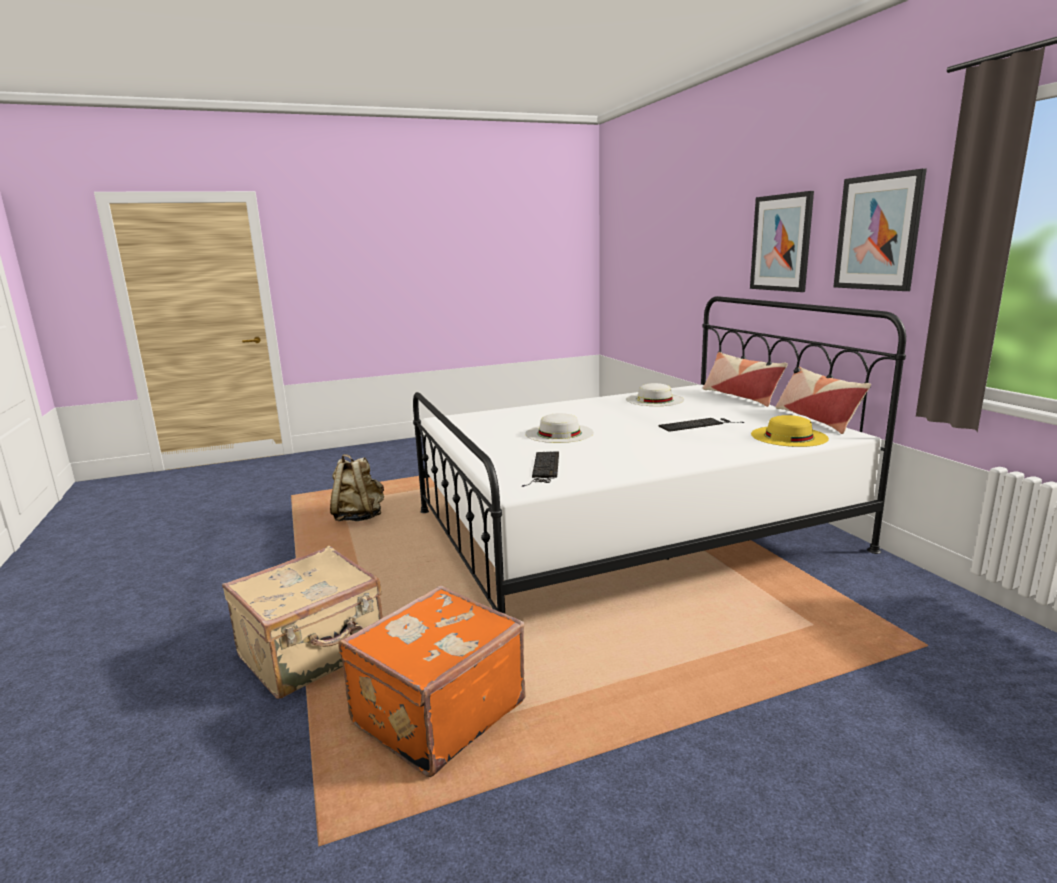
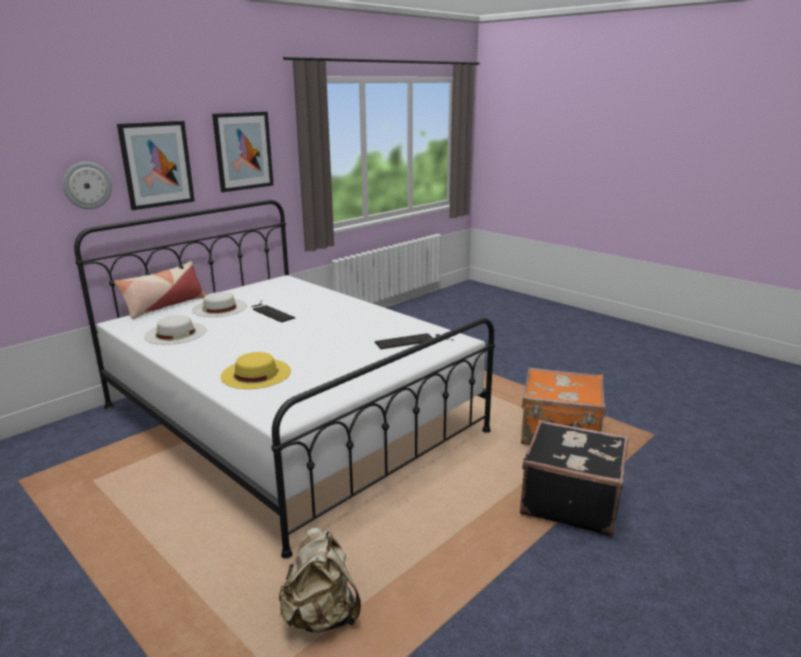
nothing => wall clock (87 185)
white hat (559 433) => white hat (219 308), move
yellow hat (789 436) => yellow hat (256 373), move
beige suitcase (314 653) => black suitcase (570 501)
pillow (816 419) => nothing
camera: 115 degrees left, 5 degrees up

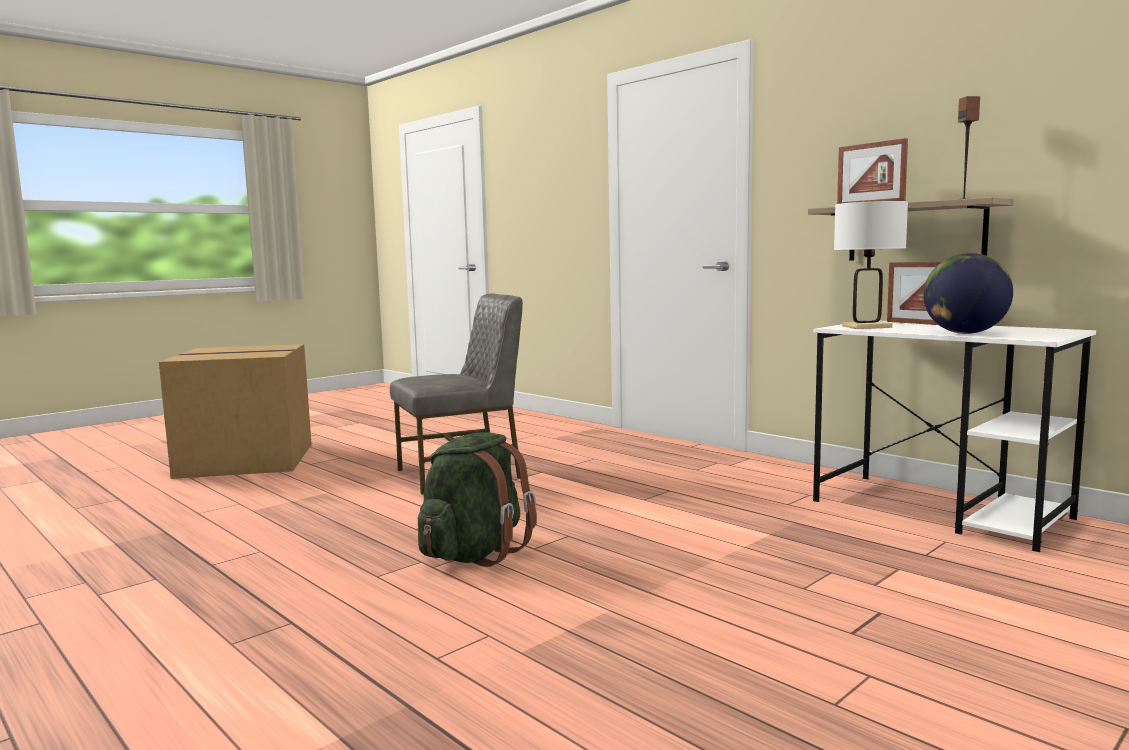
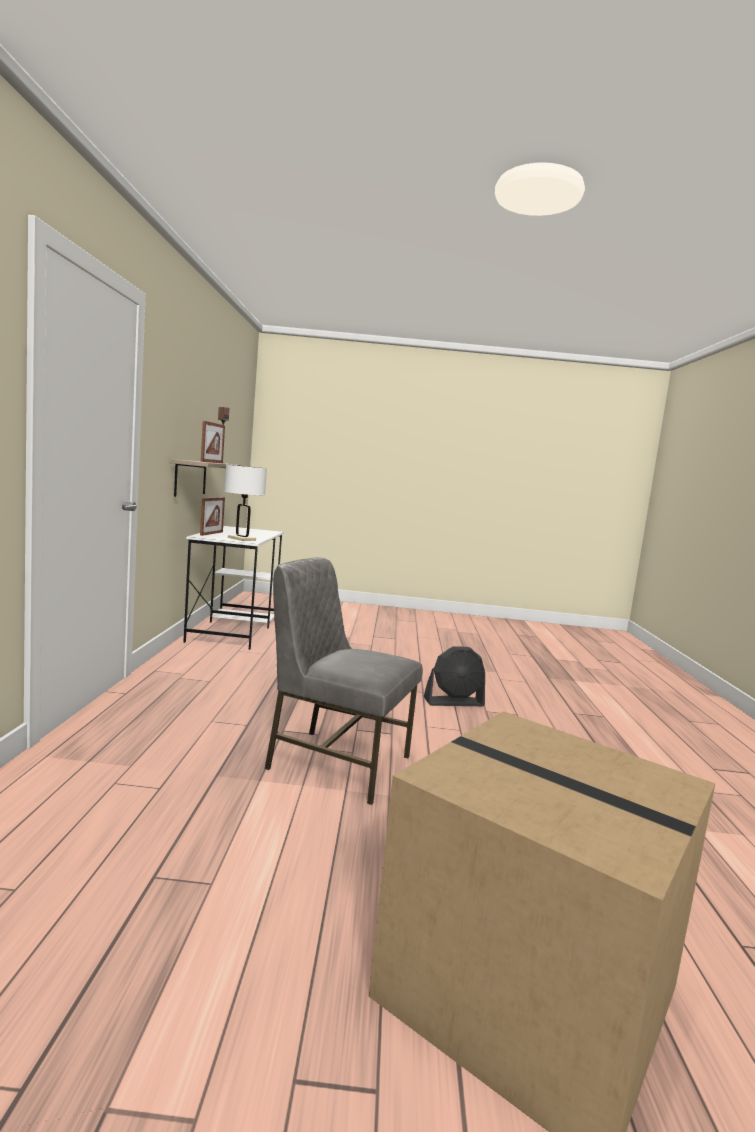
green backpack (475 553) => black fan (454 702)
globe (964 333) => nothing
camera: 135 degrees left, 0 degrees up

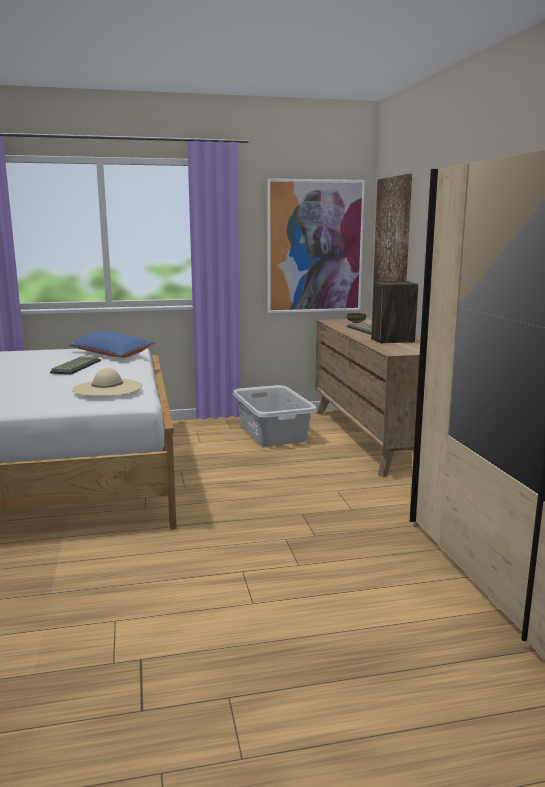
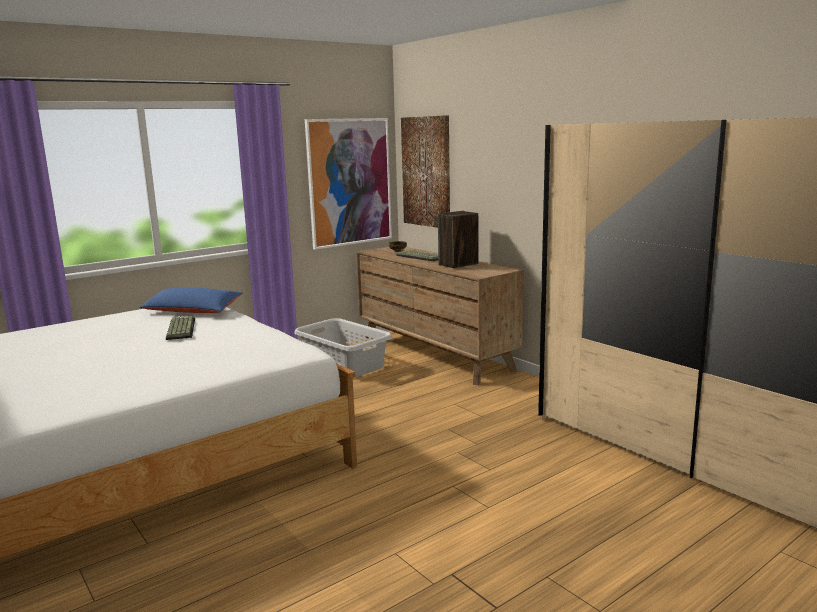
beige hat (107 388) => nothing
camera: 25 degrees left, 0 degrees up

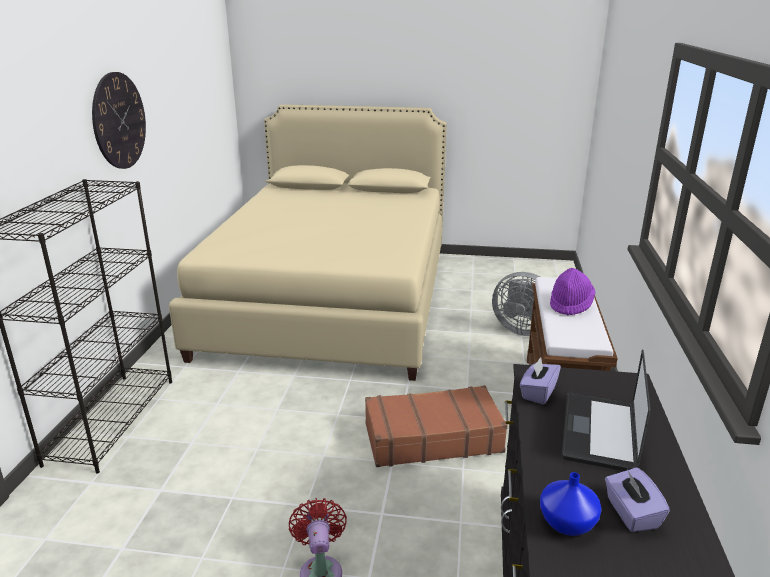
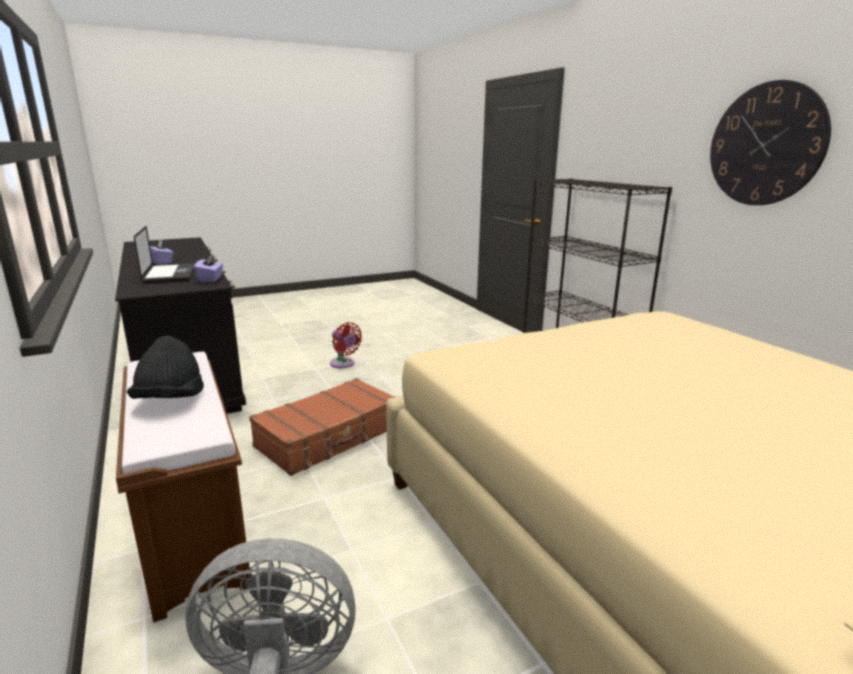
purple hat (570 305) => black hat (170 400)
blue vase (568 522) => nothing
camera: 145 degrees right, 5 degrees down

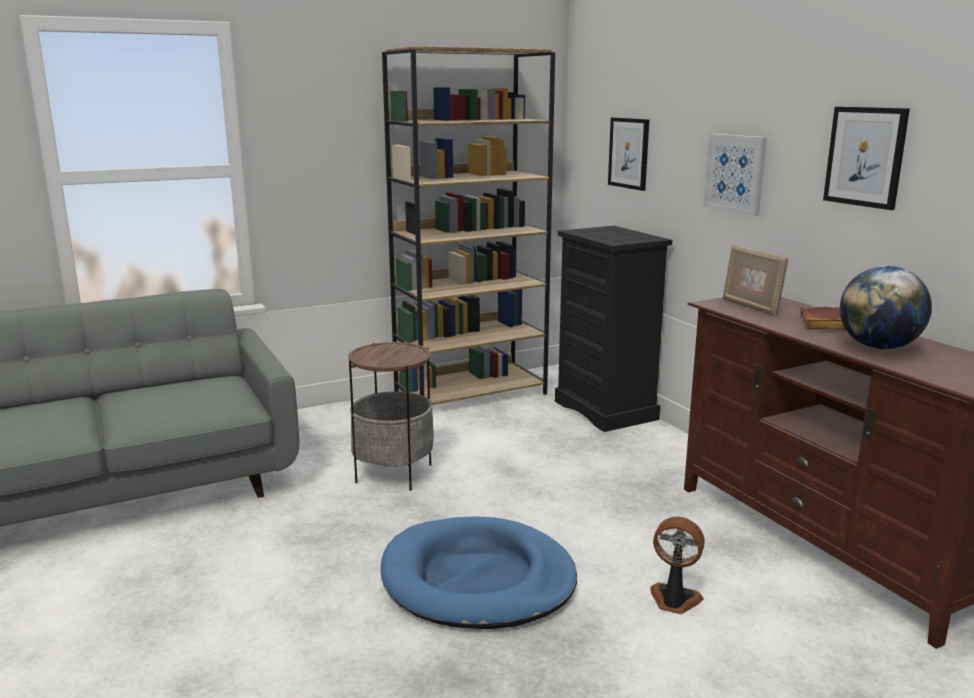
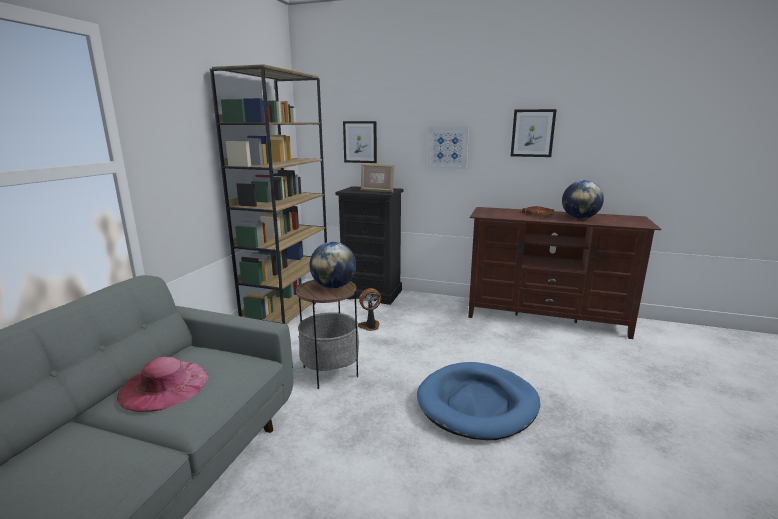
nothing => pink hat (164 385)
nothing => globe (334 286)
fan (674 600) => fan (370 326), move
picture frame (750 307) => picture frame (377 191), move
camera: 45 degrees left, 0 degrees up

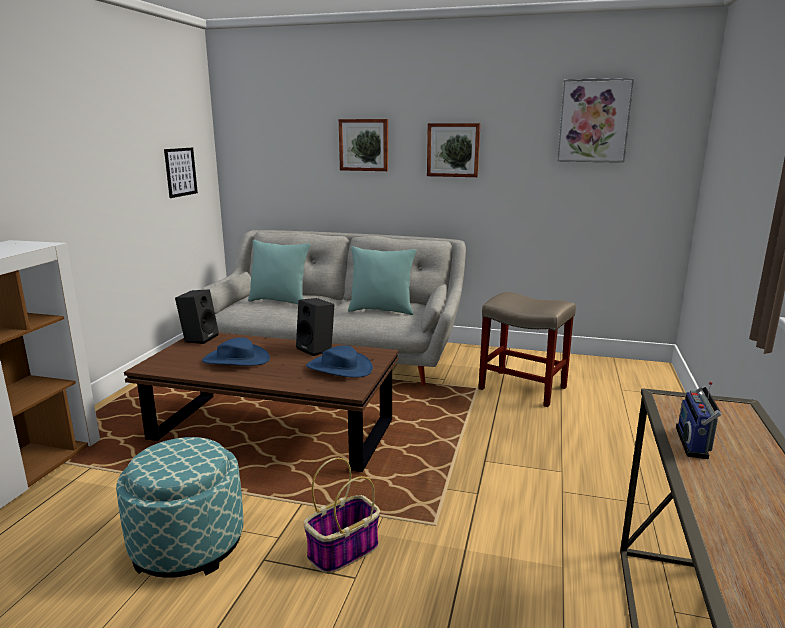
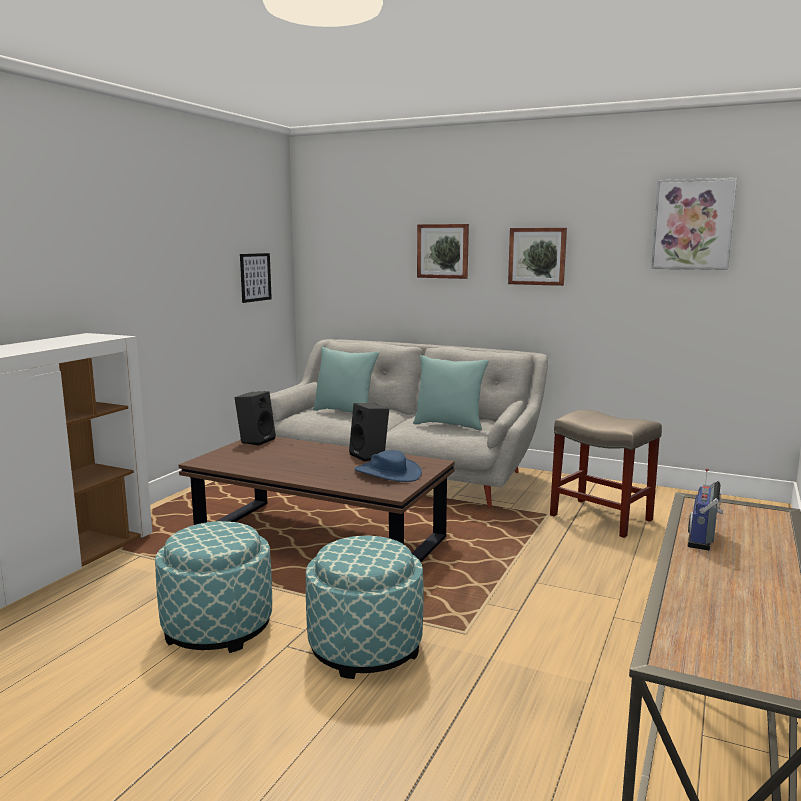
basket (343 551) => ottoman (365 647)
blue hat (236 359) => nothing
camera: 10 degrees right, 5 degrees down

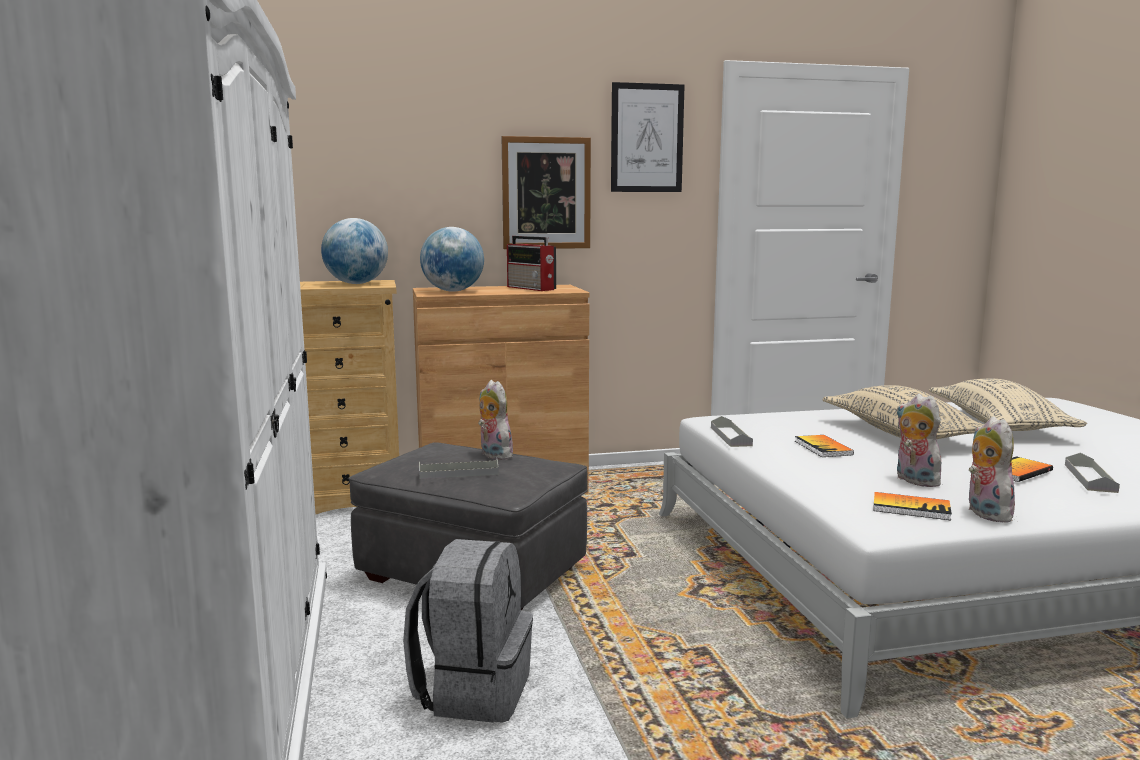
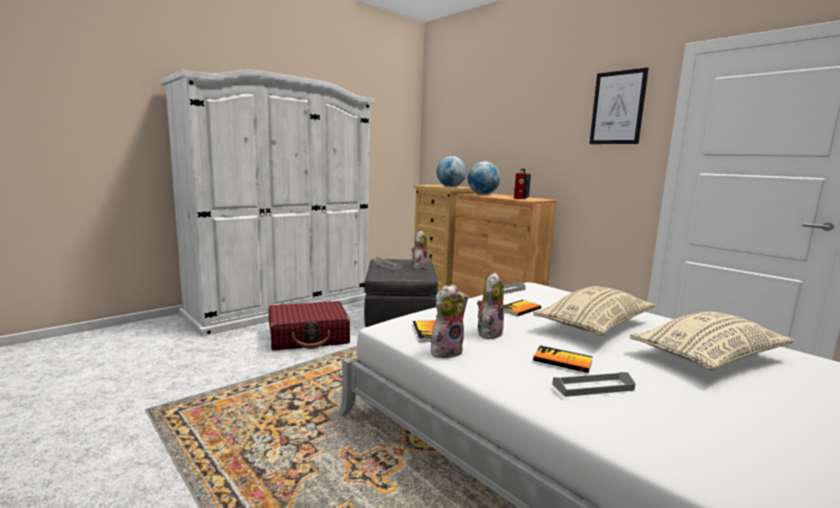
grey backpack (473 690) => red suitcase (309 336)
picture (546 193) => nothing
camera: 60 degrees right, 0 degrees up

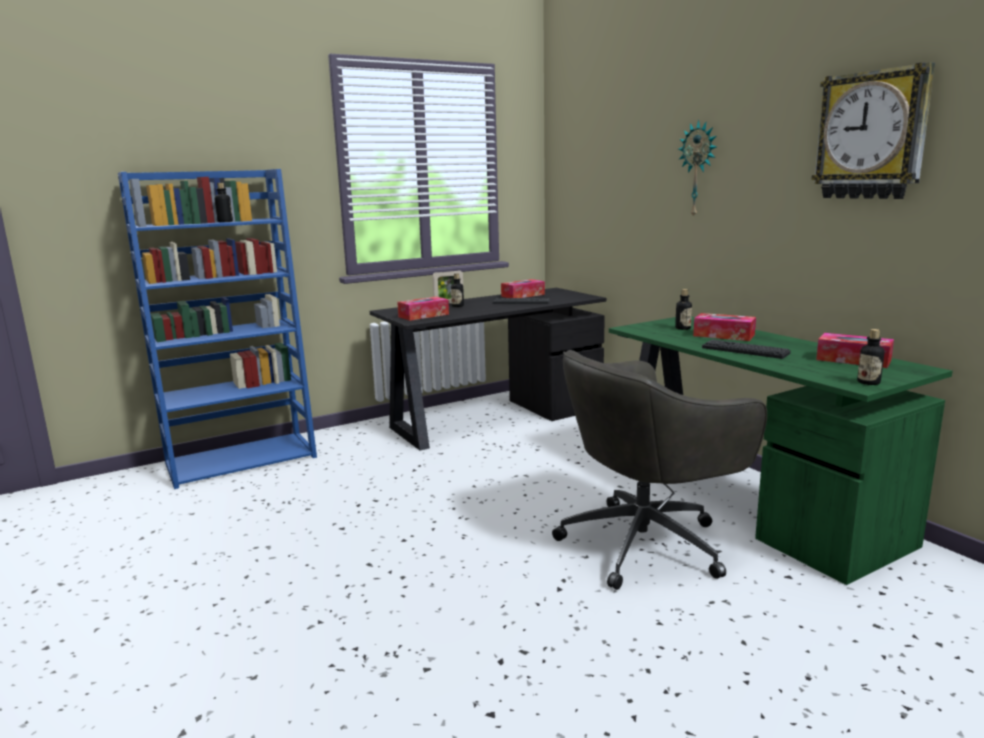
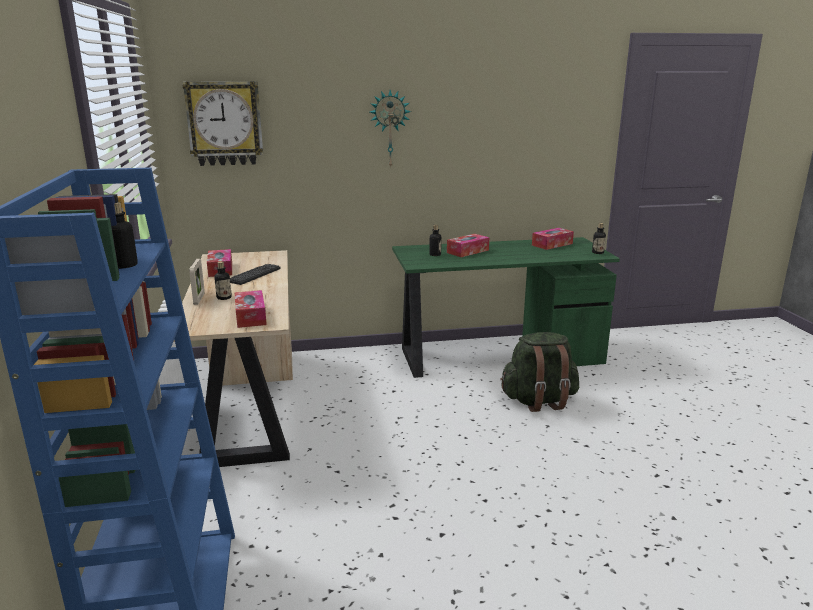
black desk (493 418) => beige desk (249 404)
wall clock (871 136) => wall clock (225 123), move
grey office chair (646 543) => green backpack (539 401)
keyboard (745 350) => nothing
camera: 70 degrees left, 5 degrees up

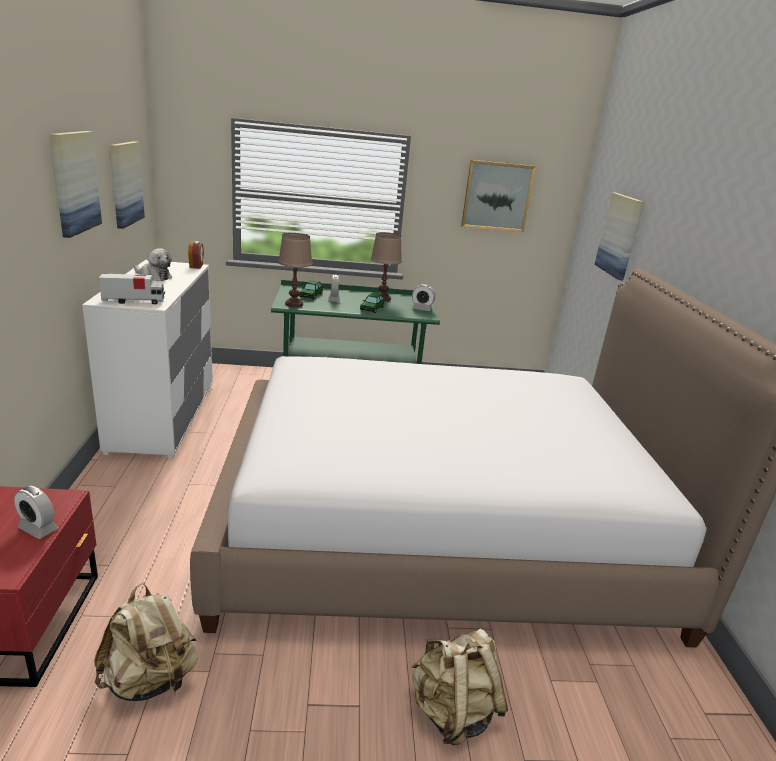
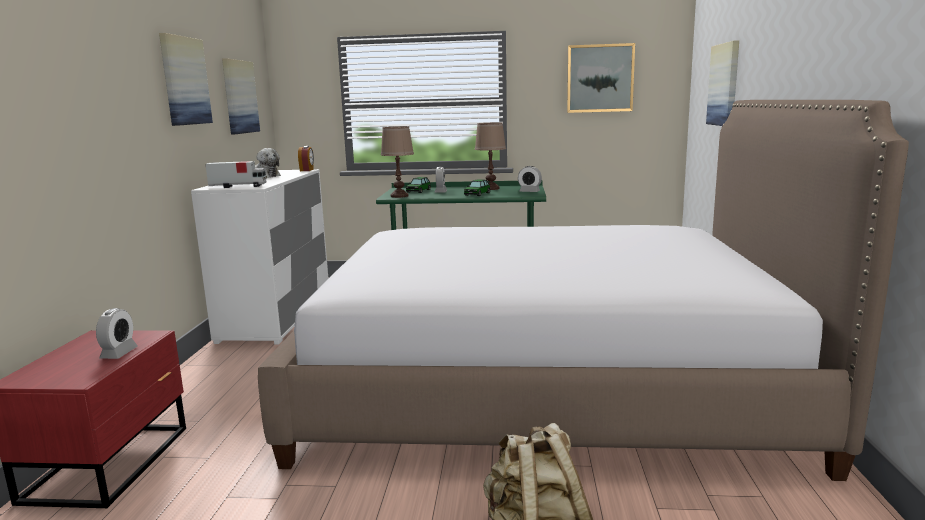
alarm clock (38 528) => alarm clock (119 353), 120 degrees counterclockwise
beige backpack (150 679) => nothing
camera: 10 degrees right, 10 degrees down

